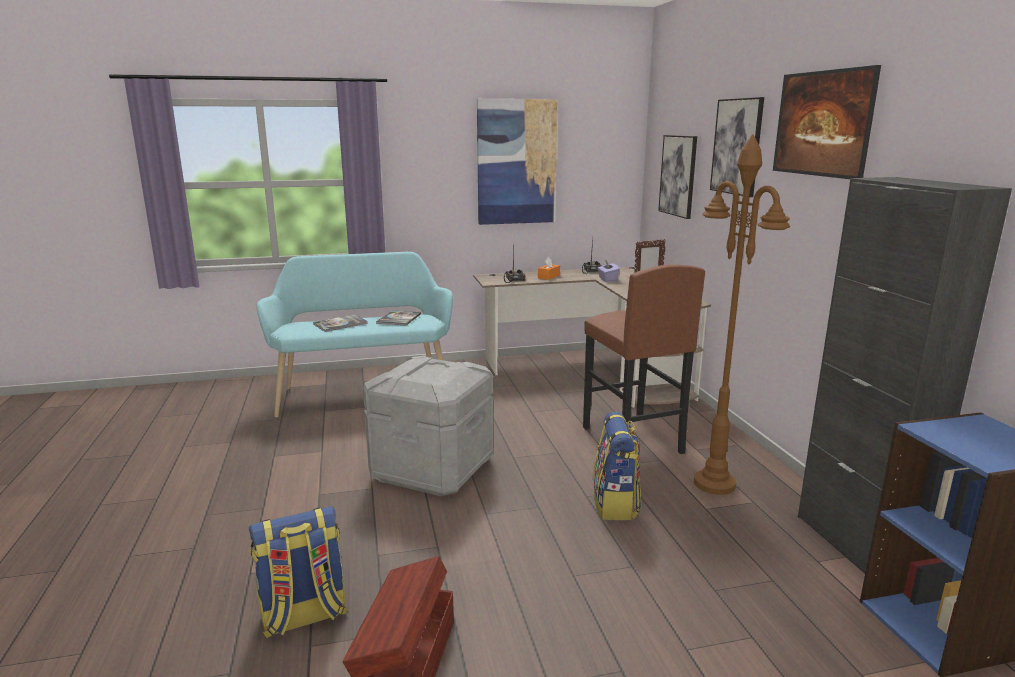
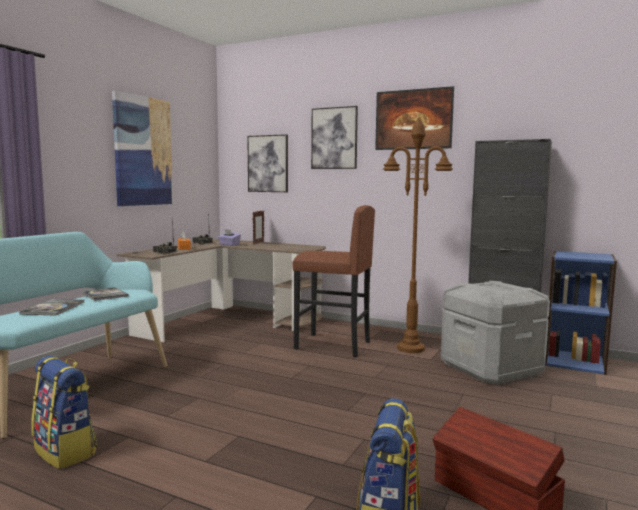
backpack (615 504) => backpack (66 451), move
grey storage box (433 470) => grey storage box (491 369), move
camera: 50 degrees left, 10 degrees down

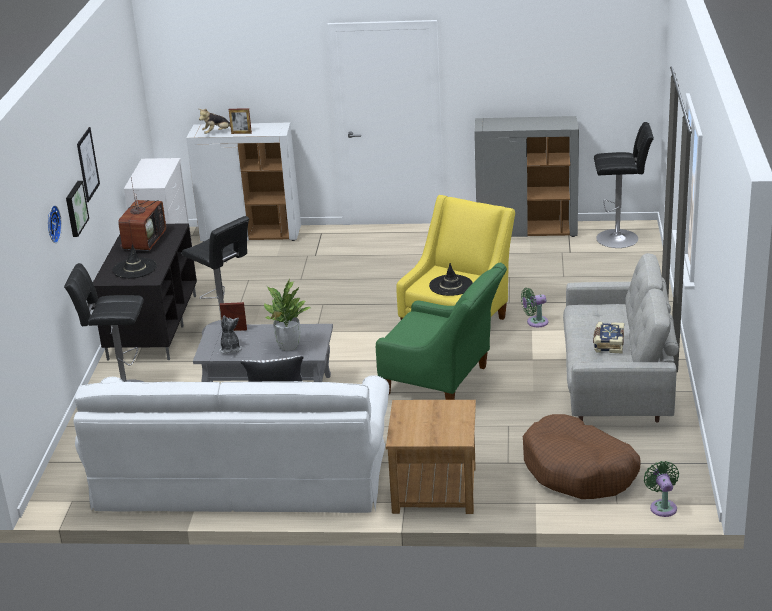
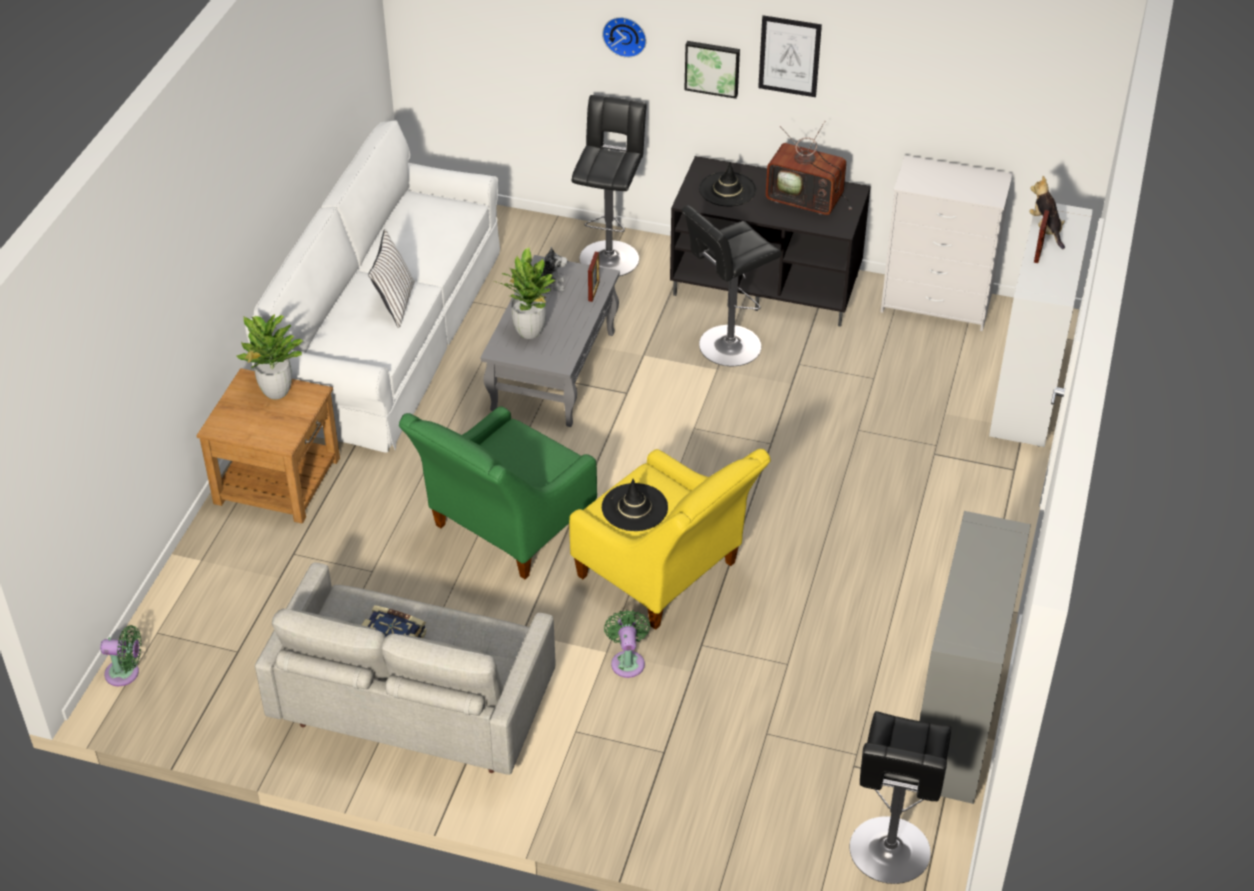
nothing => potted plant (276 392)
brown dog bed (579 471) => nothing
camera: 100 degrees right, 15 degrees up

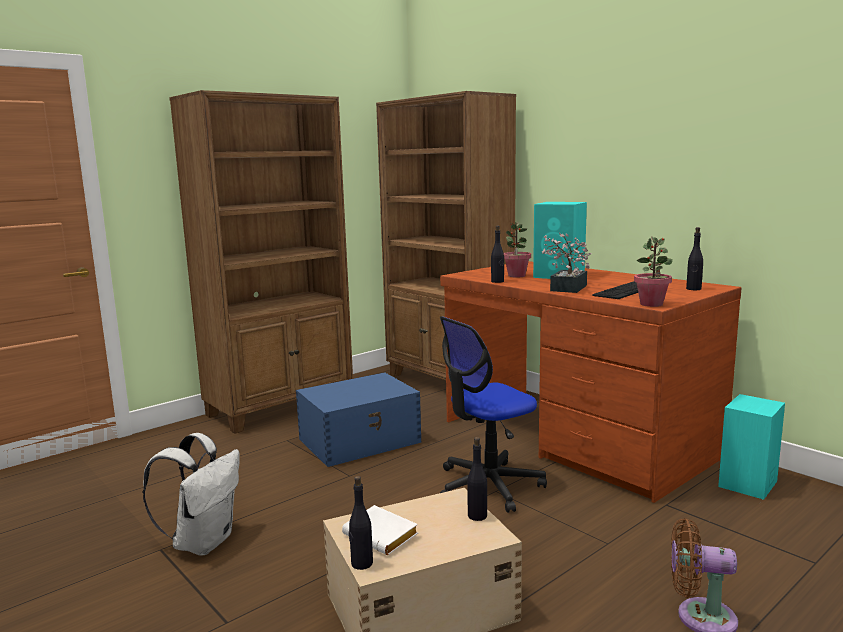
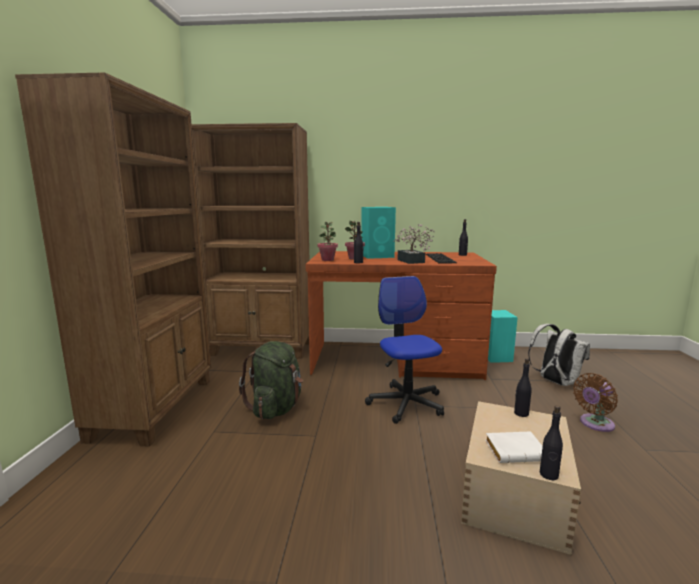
blue storage box (361 440) => green backpack (276 408)
potted plant (651 304) => potted plant (327 260), move
office chair (488 485) => office chair (406 403), 150 degrees clockwise
white backpack (203 542) => white backpack (555 382), move
camera: 45 degrees left, 0 degrees up

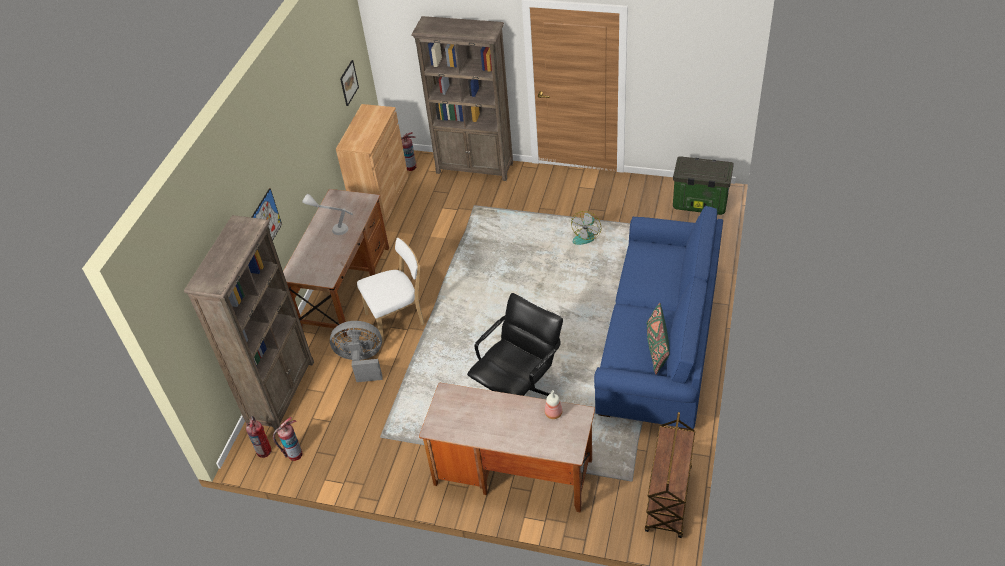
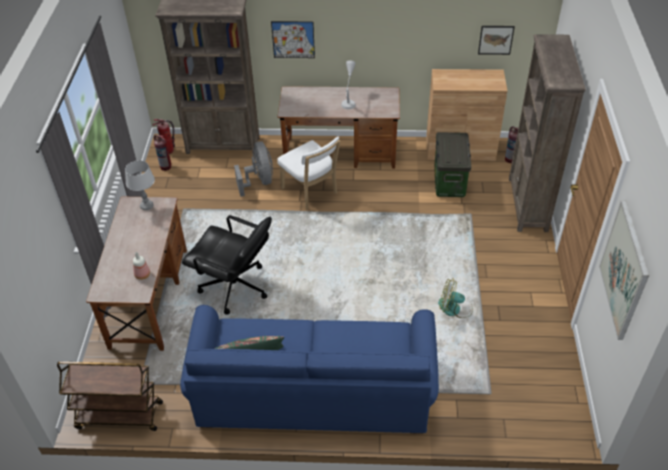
nothing => grey table lamp (146 206)
storage box (699 203) => storage box (449 181), move
nothing => picture (624 270)
camera: 75 degrees right, 0 degrees up

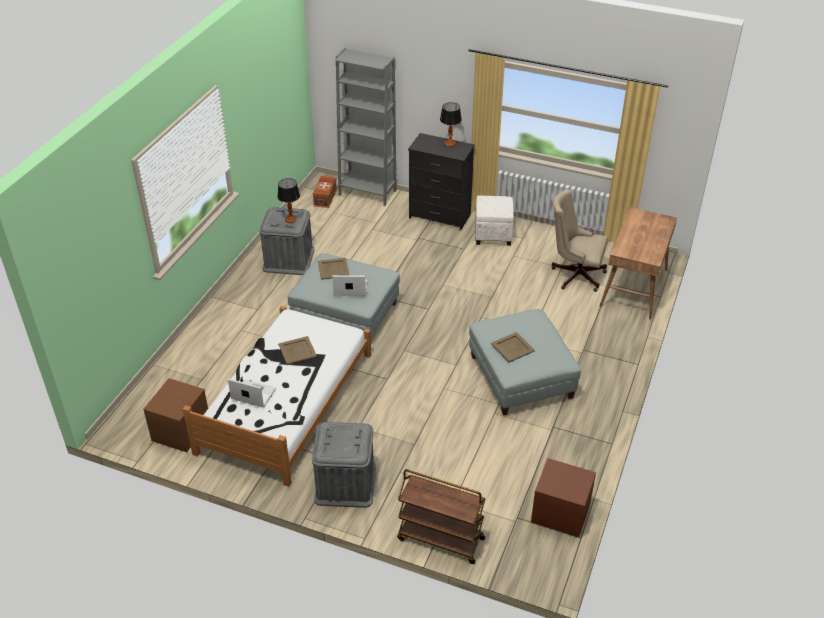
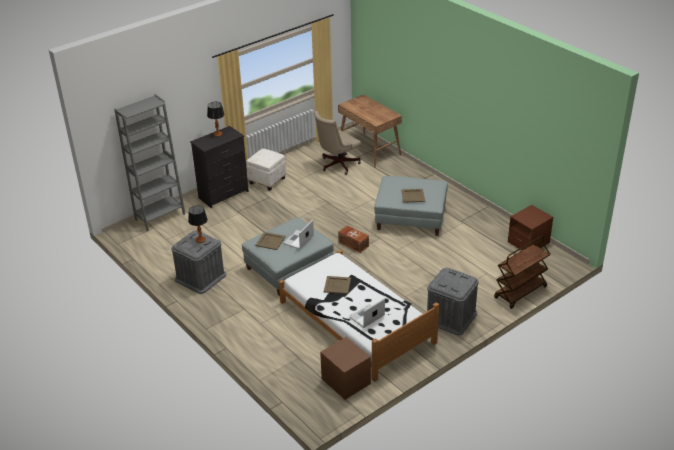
brown storage box (325 198) => brown storage box (353 244), move
camera: 60 degrees left, 5 degrees down

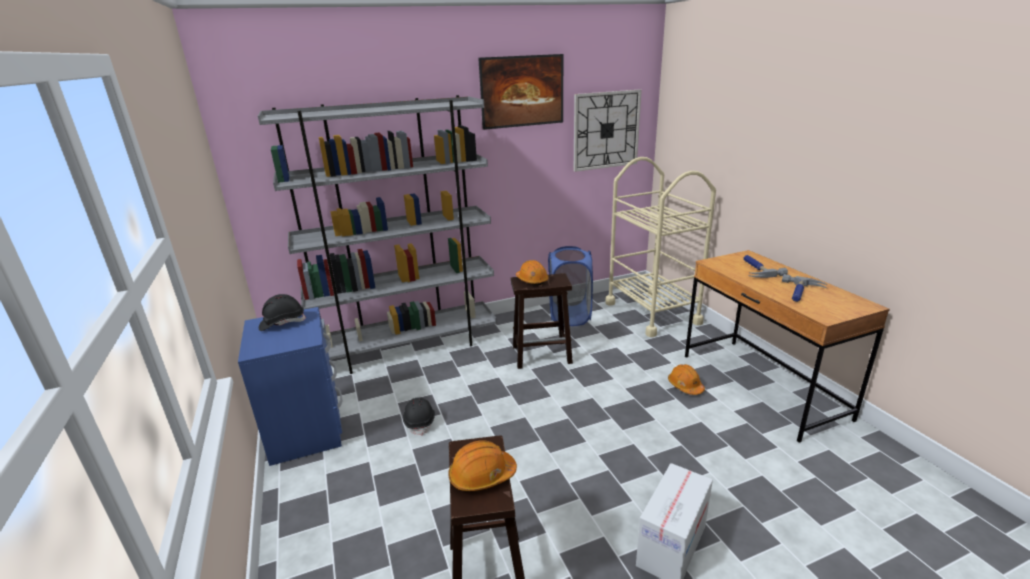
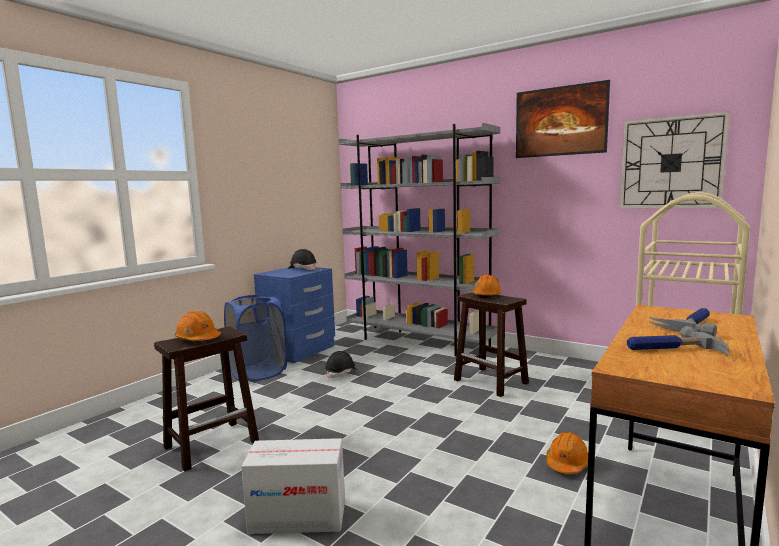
blue laundry basket (569 316) => blue laundry basket (258 372), move
camera: 55 degrees right, 15 degrees down

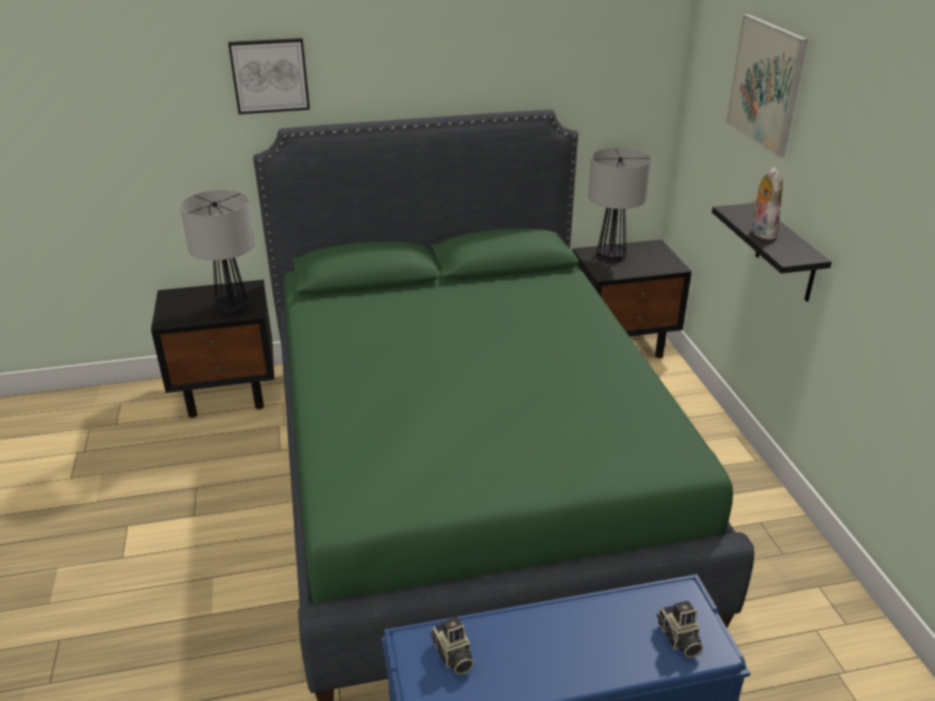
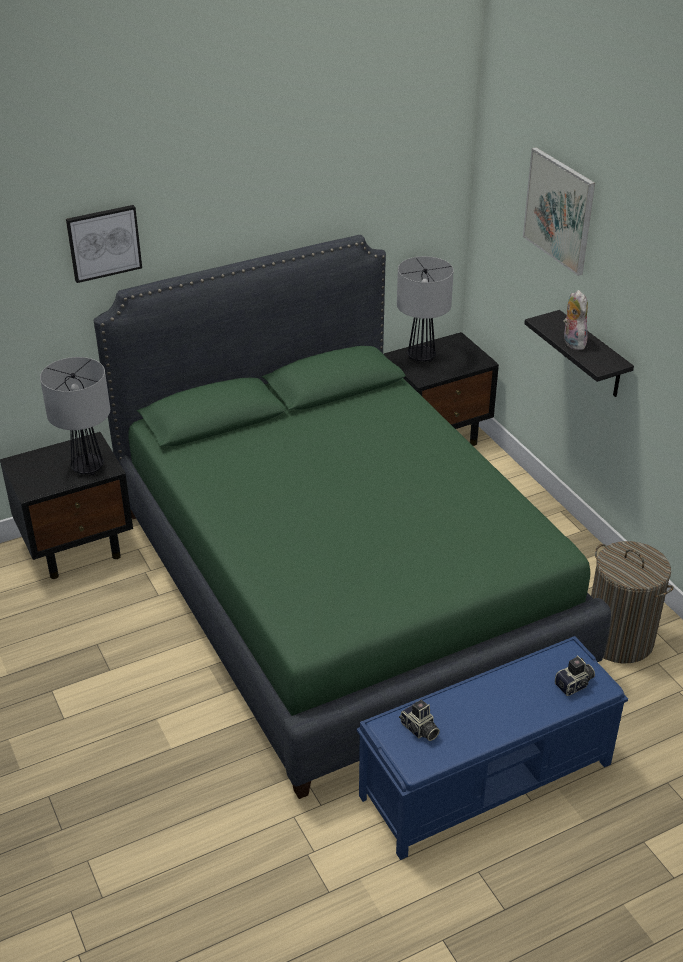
photo camera (678 639) => photo camera (575 685), 90 degrees counterclockwise
nothing => laundry basket (619 639)
camera: 15 degrees left, 5 degrees up

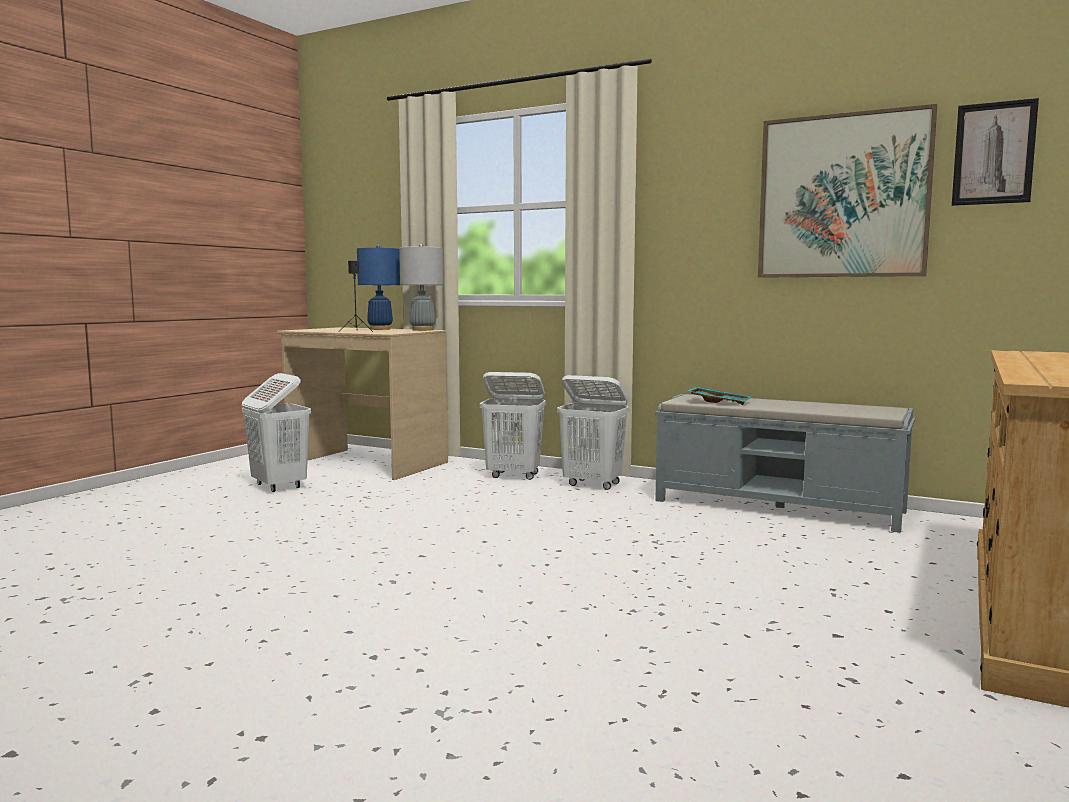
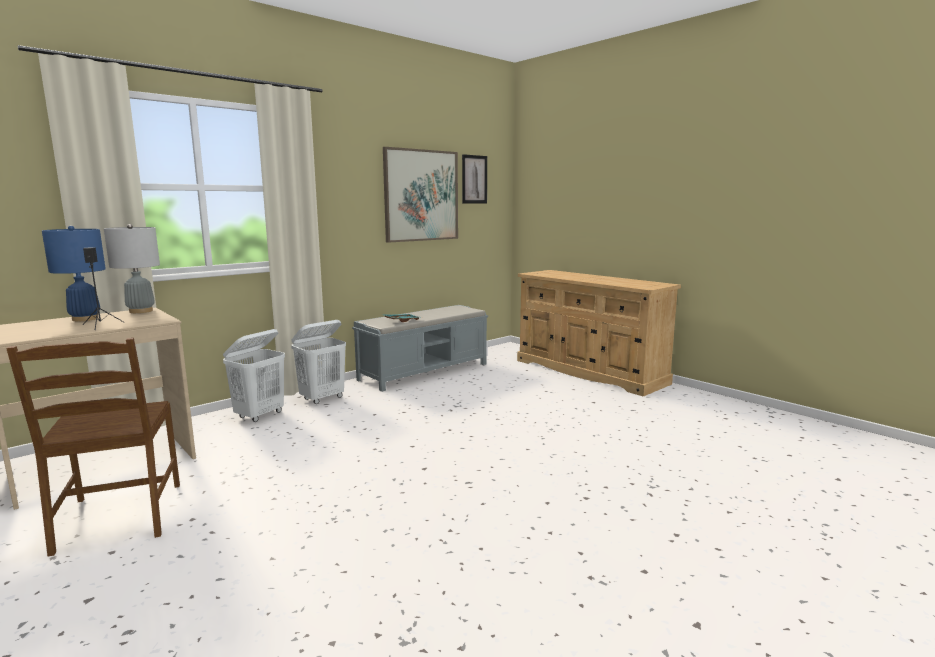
white laundry basket (278 486) => brown chair (119 517)
camera: 70 degrees left, 5 degrees up

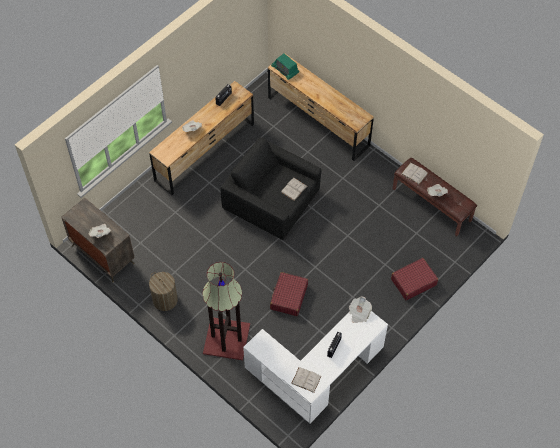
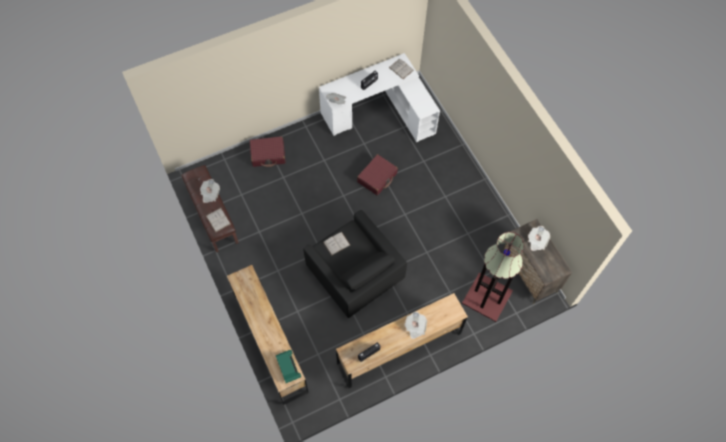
floor lamp (226 338) => floor lamp (487 298), move
laundry basket (165 300) => nothing
camera: 160 degrees left, 5 degrees up

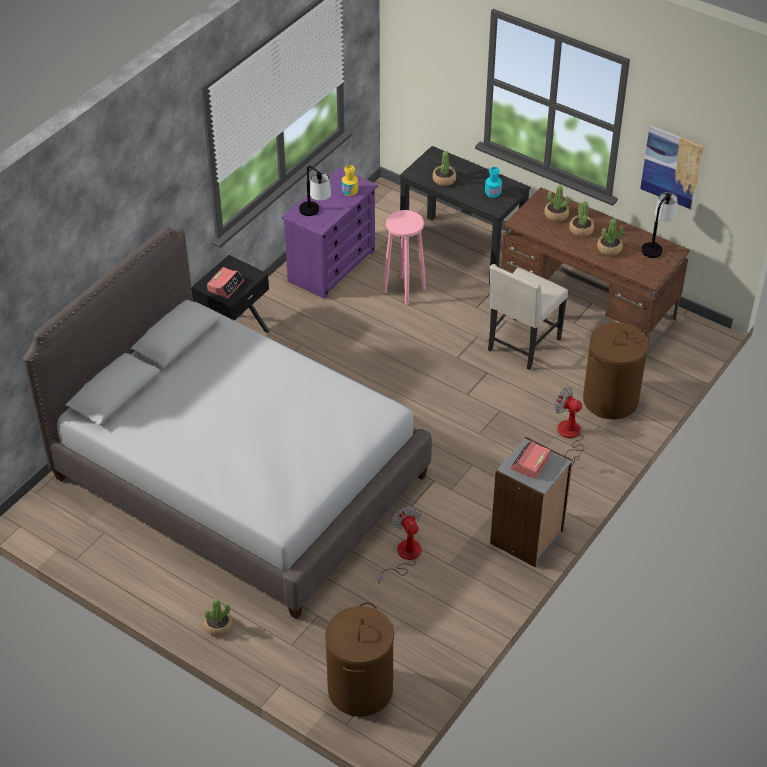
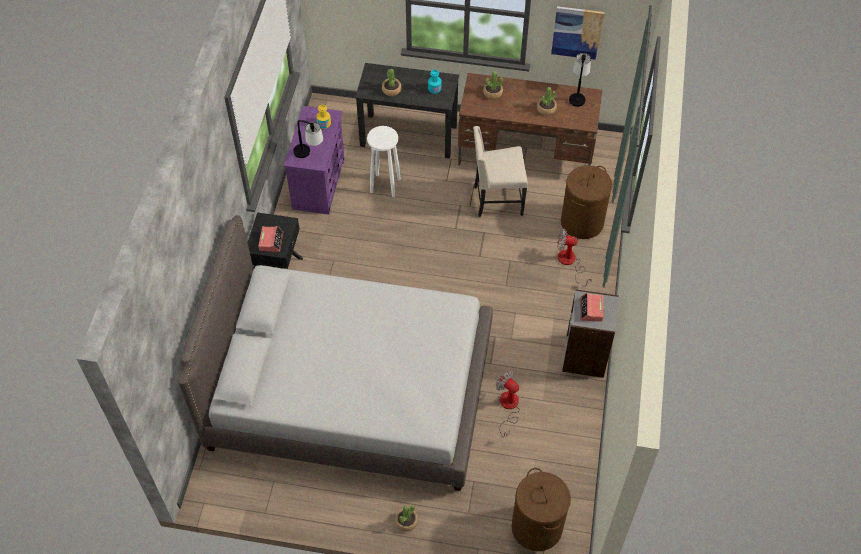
pink stool (403 290) => white stool (384 185)
beige chair (522 345) => beige chair (496 200), 75 degrees clockwise
potted plant (581 230) => nothing
camera: 25 degrees left, 10 degrees up

